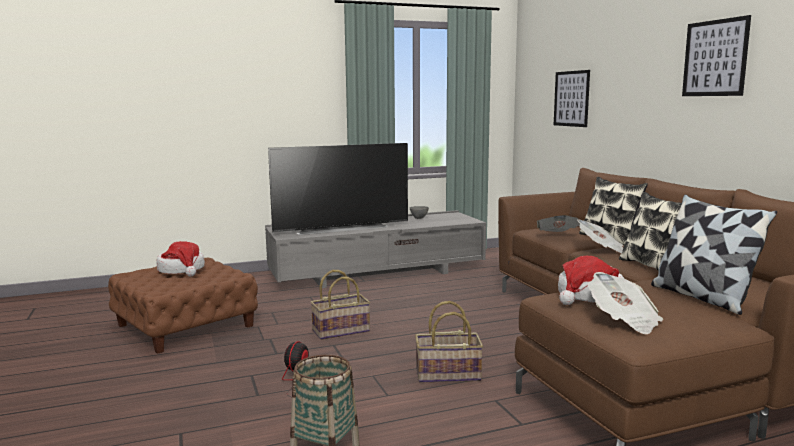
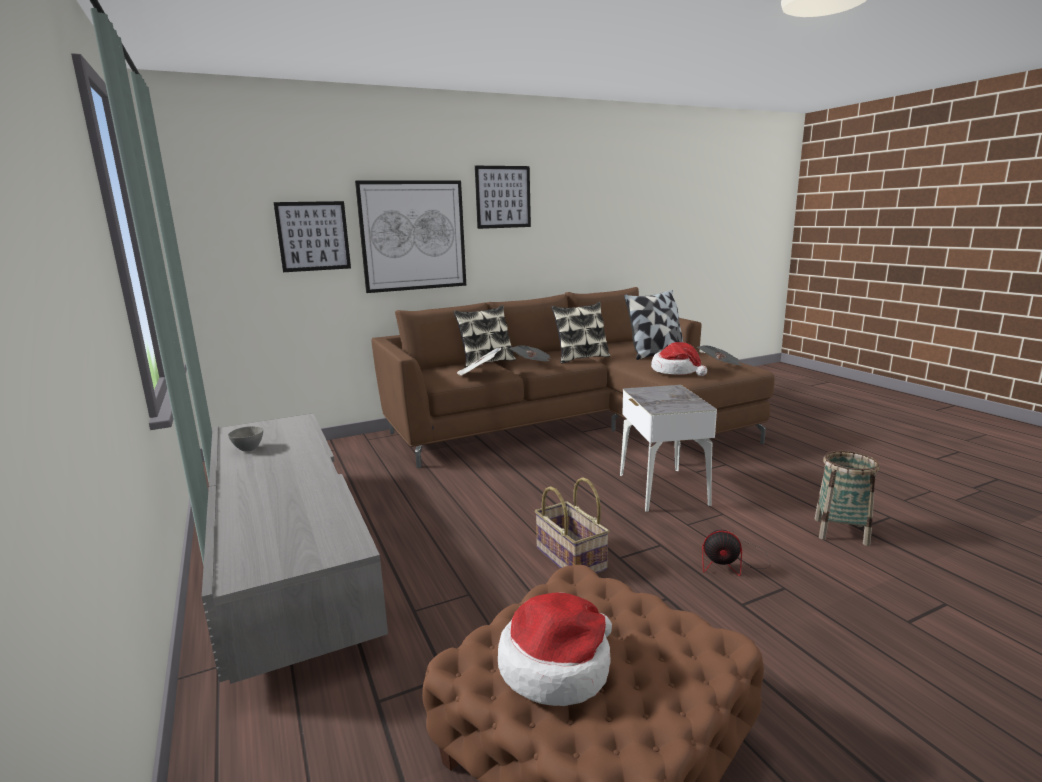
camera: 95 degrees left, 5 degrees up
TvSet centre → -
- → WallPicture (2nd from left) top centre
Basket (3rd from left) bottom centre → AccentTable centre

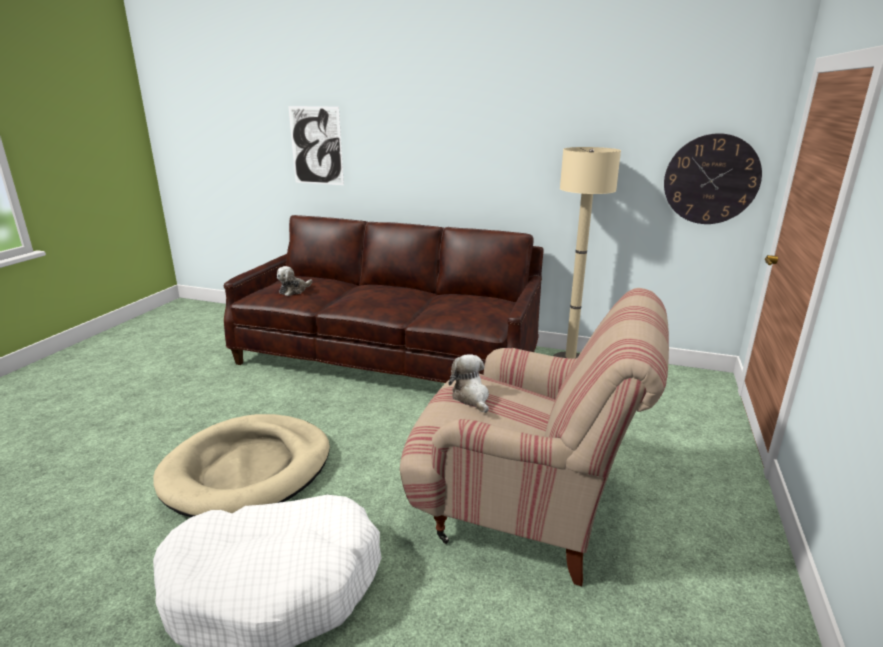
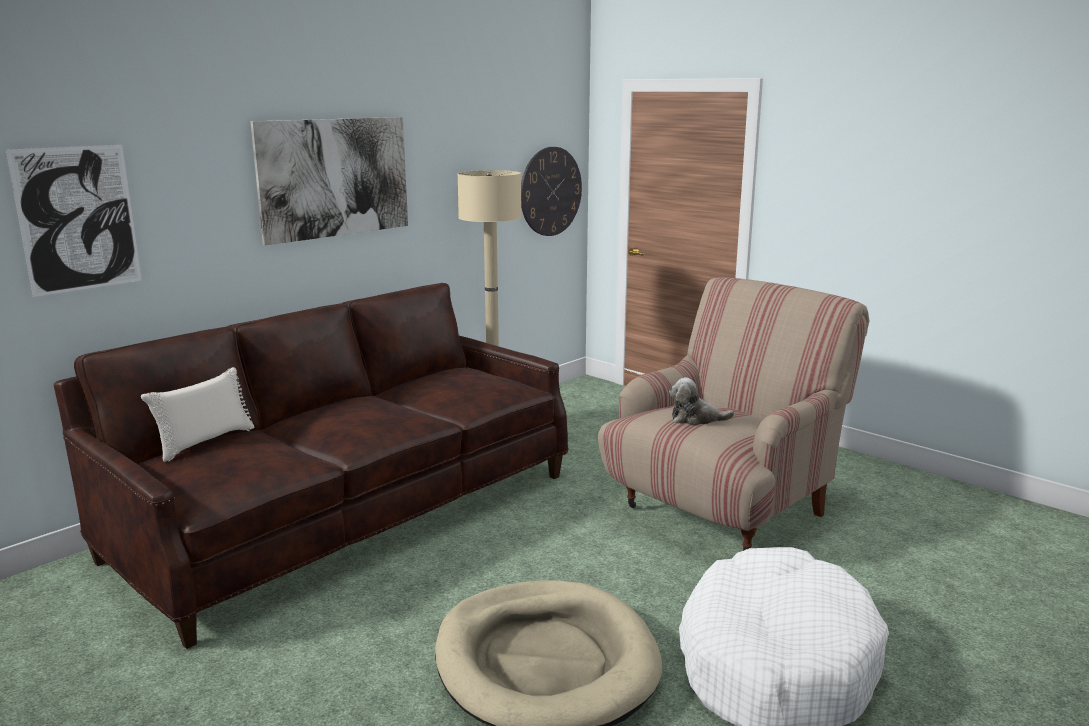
camera: 65 degrees left, 5 degrees down
CuddlyToy (1st from left) middle left → -
- → WhiteThrowPillow middle left
- → WallPicture (2nd from left) top left

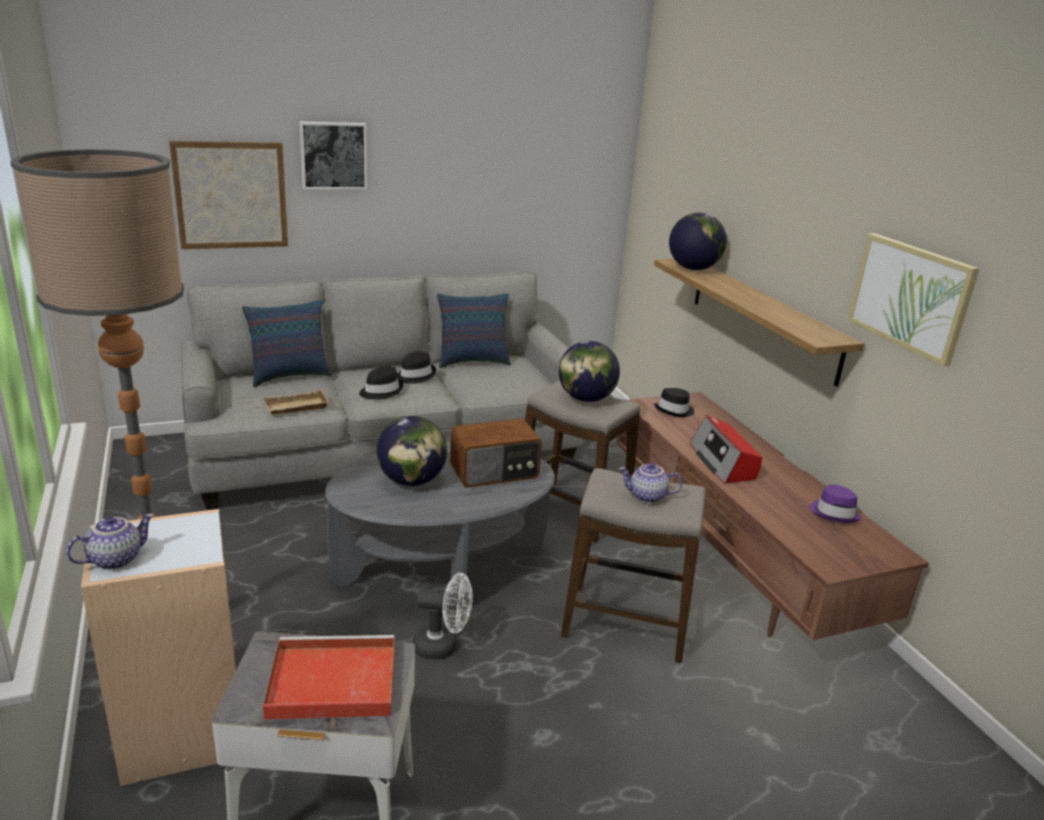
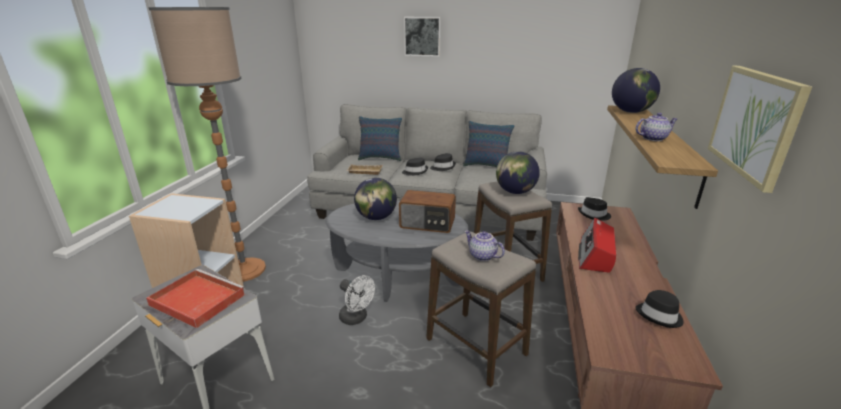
camera: 35 degrees right, 0 degrees up
WallPicture (1st from left) top left → -
Teapot (1st from left in the first image) middle left → Teapot (2nd from left) top right, moved
PurpleColouredHat middle right → BlackColouredHat (4th from left) bottom right

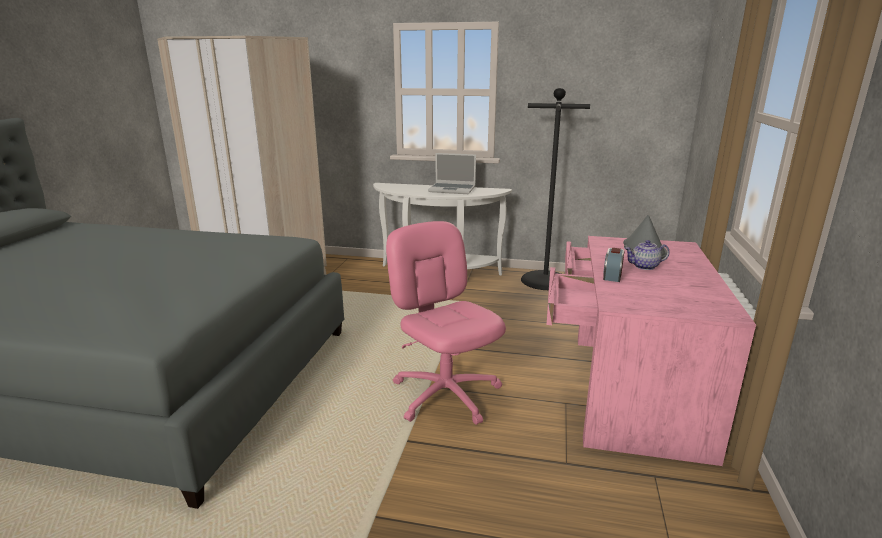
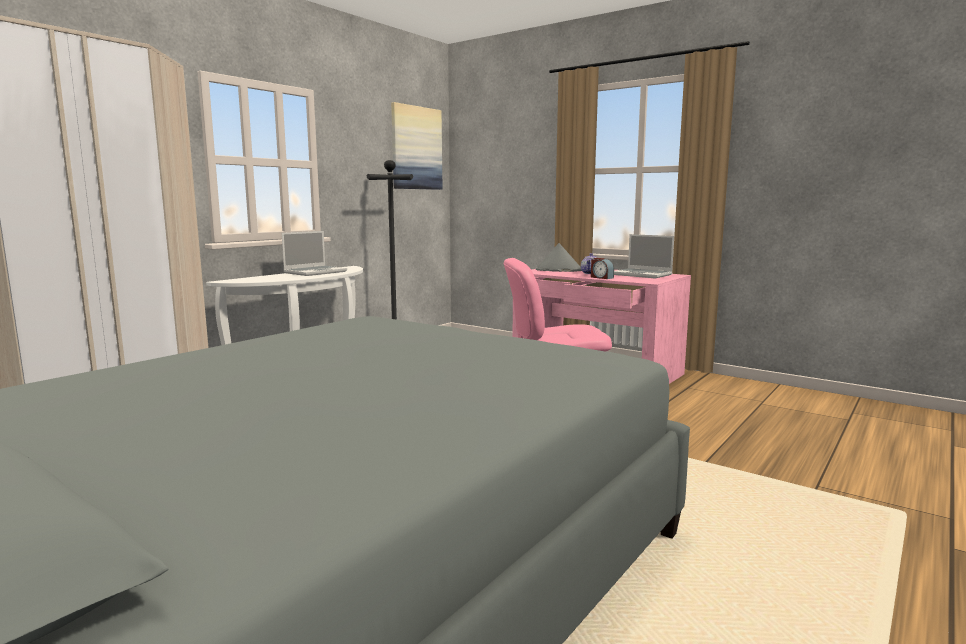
camera: 65 degrees left, 10 degrees down
- → WallPicture top centre
- → NotebookComputer (2nd from left) middle right

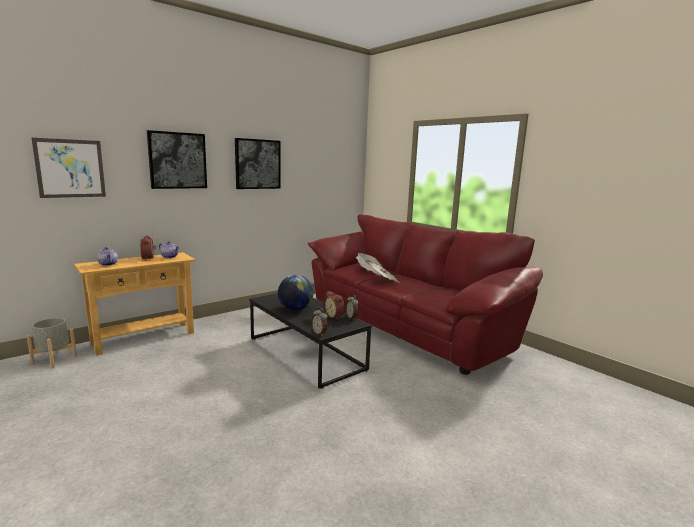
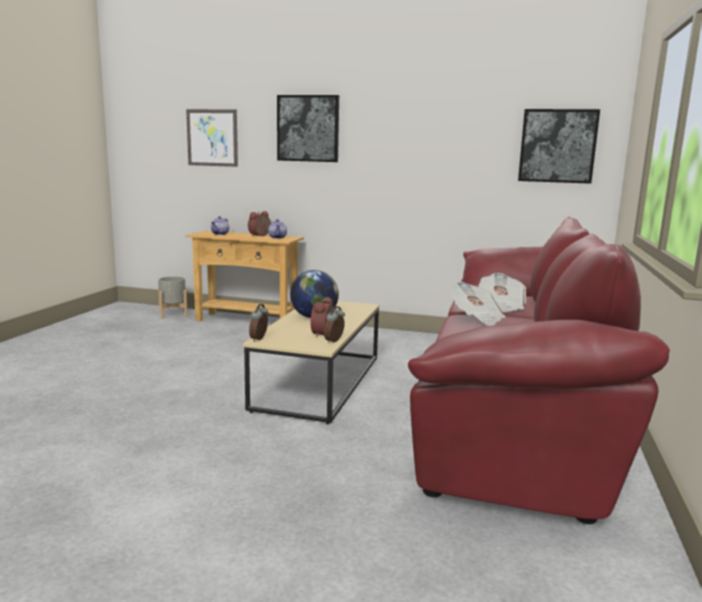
camera: 55 degrees right, 0 degrees up
WallPicture (3rd from left) top centre → WallPicture (3rd from left) top right, moved
BlackColouredLoungeTable centre → BeigeColouredLoungeTable centre

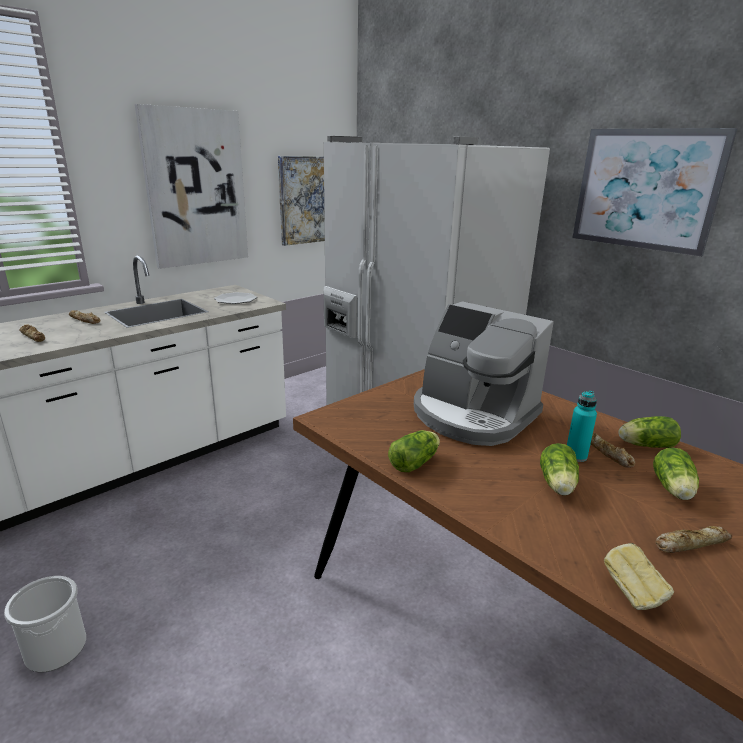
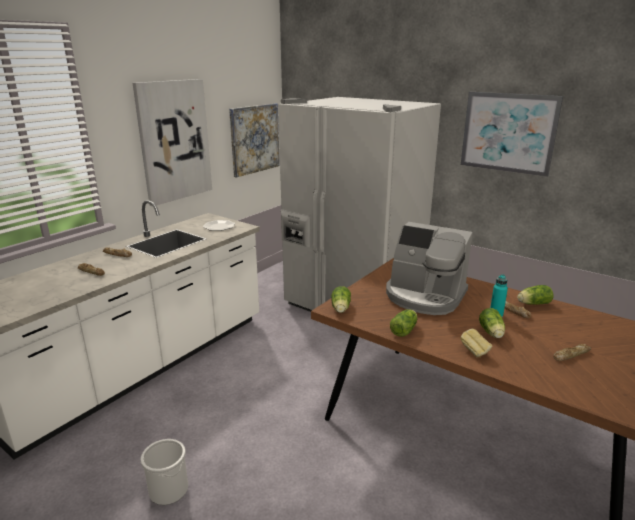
camera: 10 degrees left, 0 degrees up
BakedBread (4th from left in the first image) bottom right → BakedBread (3rd from left) middle right, moved
LettuceHead (4th from left in the first image) middle right → LettuceHead (1st from left) centre, moved

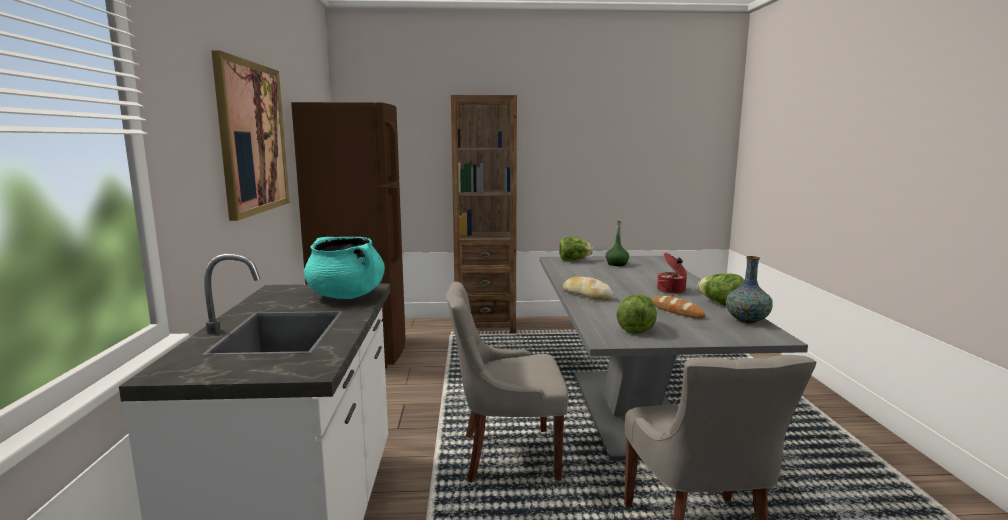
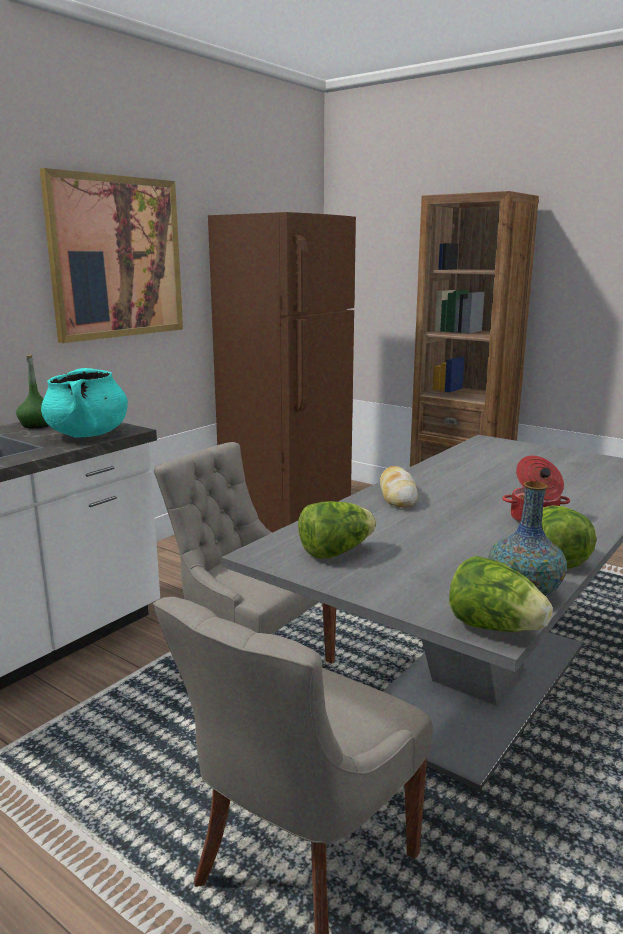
camera: 40 degrees right, 5 degrees up
BakedBread (2nd from left) middle right → -
LettuceHead (1st from left in the first image) centre → LettuceHead (2nd from left) middle right, moved
GreenBeverageBottle centre → GreenBeverageBottle middle left, moved

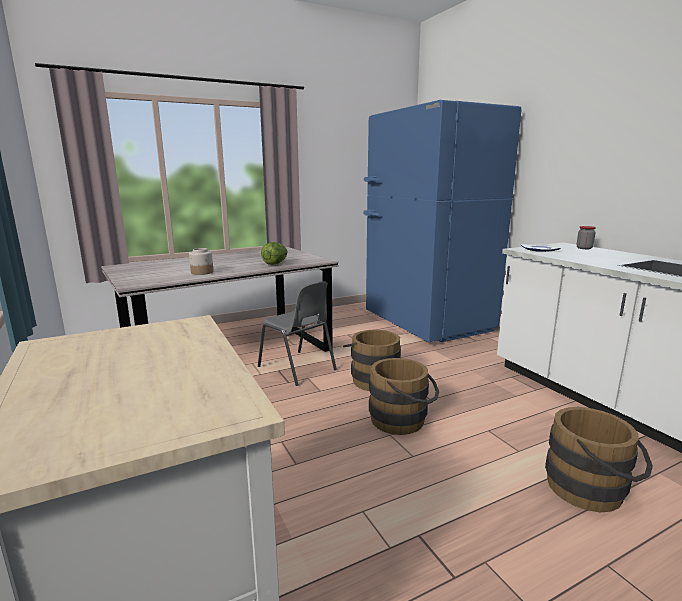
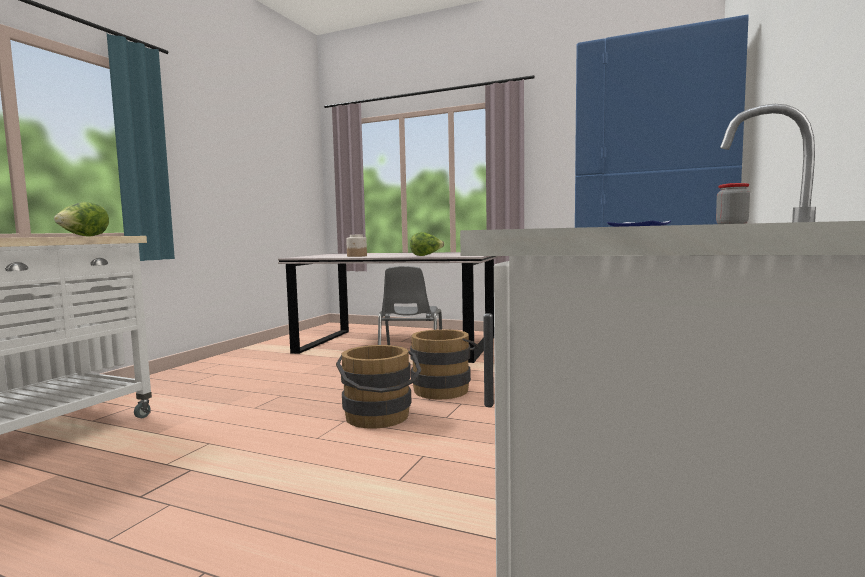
camera: 50 degrees right, 10 degrees down
BrownPail (3rd from left) bottom right → -
- → LettuceHead (1st from left) middle left

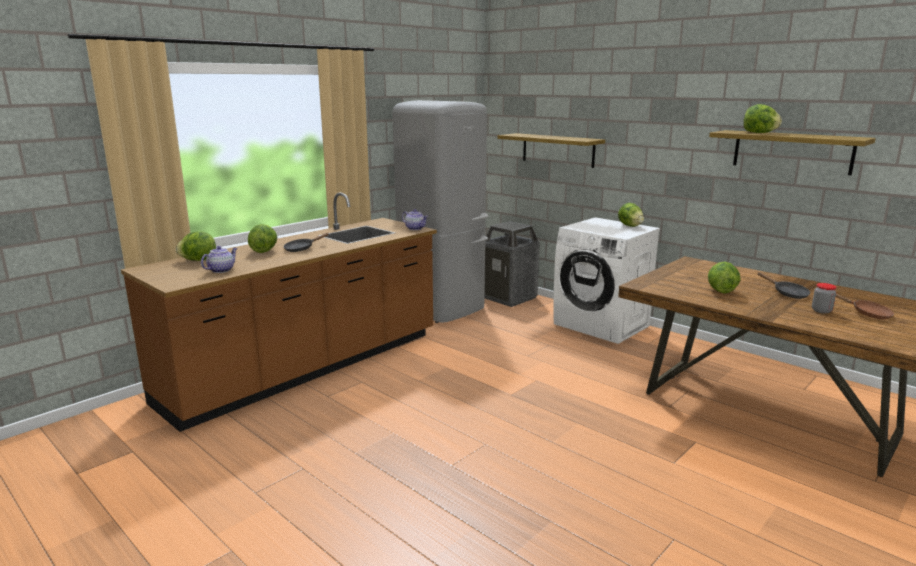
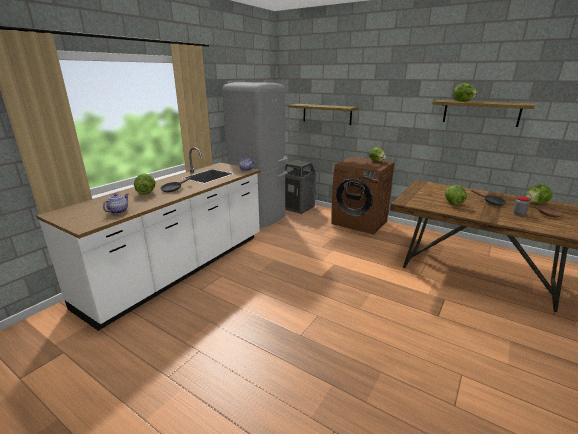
camera: 10 degrees left, 5 degrees up
LettuceHead (1st from left in the first image) middle left → LettuceHead (5th from left) middle right, moved
BrownKitchenCounter middle left → WhiteKitchenCounter middle left
WhiteLaundryAppliance centre → BrownLaundryAppliance centre

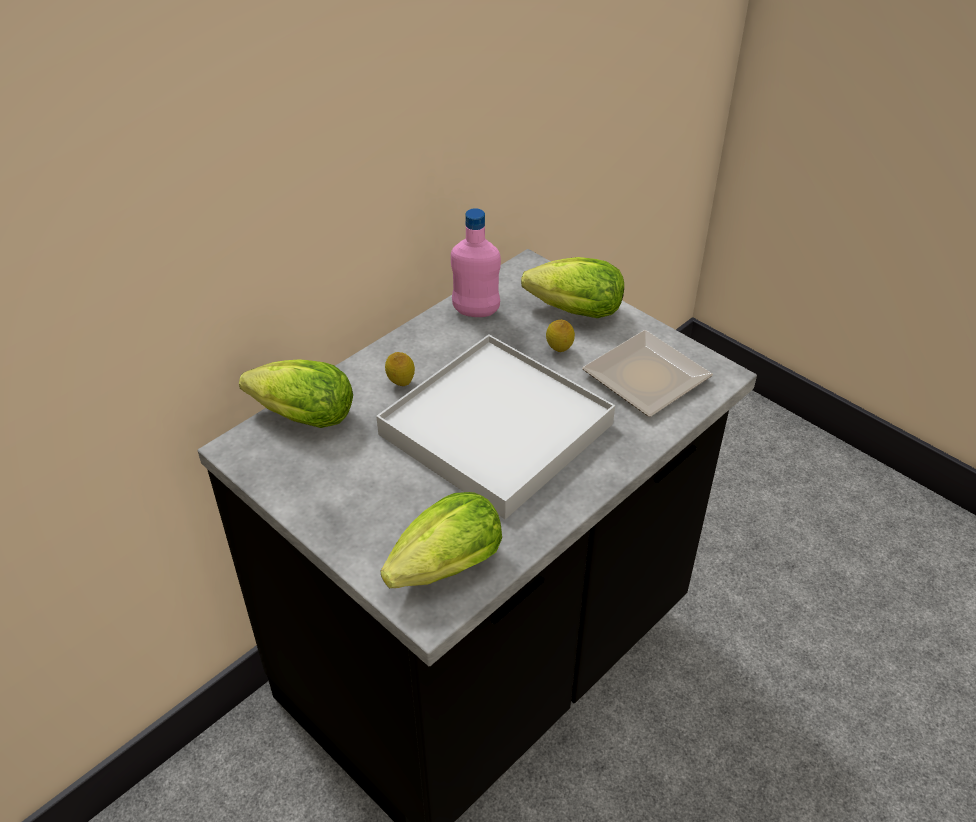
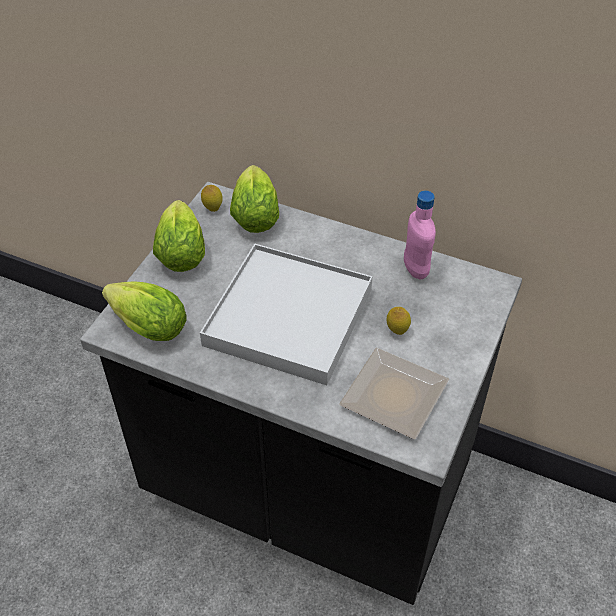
camera: 70 degrees right, 5 degrees up
Lemon (1st from left) centre → Lemon (1st from left) top centre, moved
LettuceHead (3rd from left in the first image) centre → LettuceHead (2nd from left) middle left, moved

